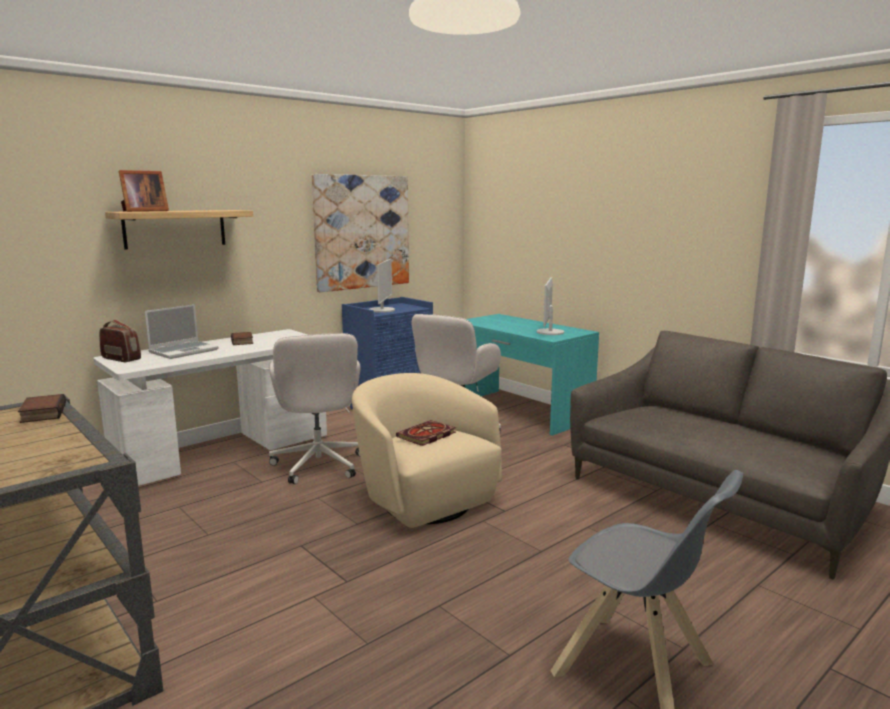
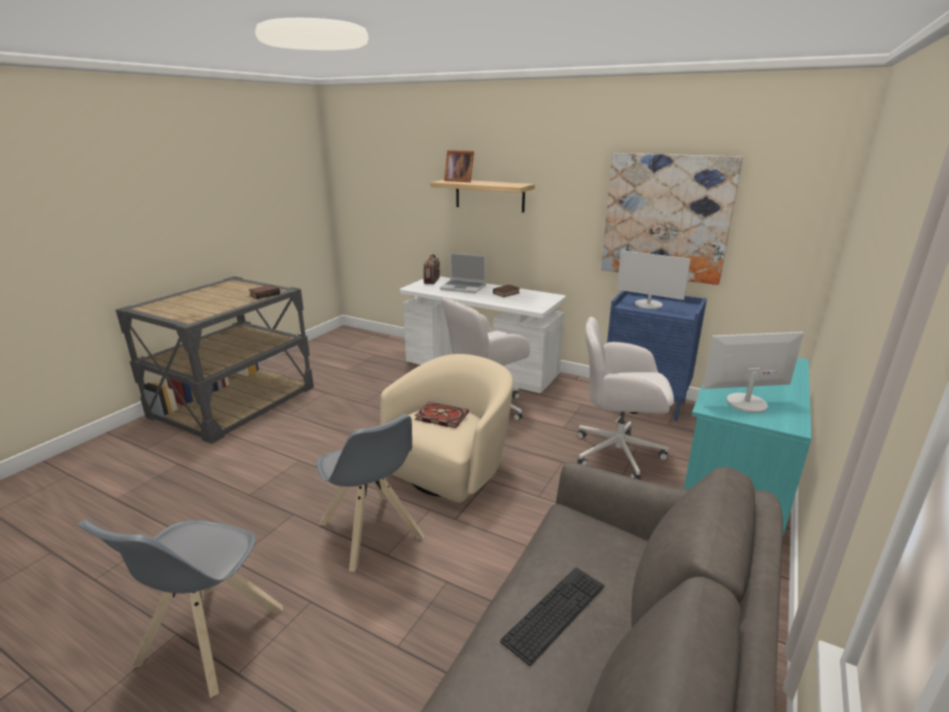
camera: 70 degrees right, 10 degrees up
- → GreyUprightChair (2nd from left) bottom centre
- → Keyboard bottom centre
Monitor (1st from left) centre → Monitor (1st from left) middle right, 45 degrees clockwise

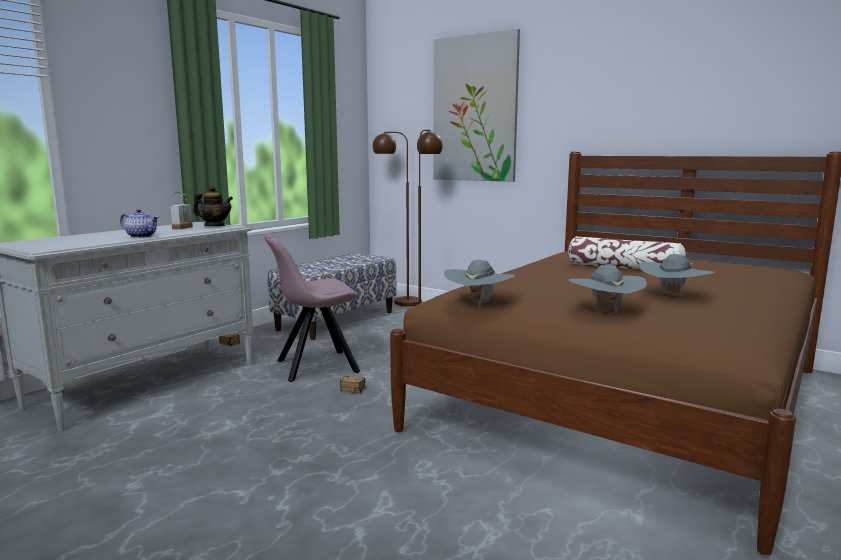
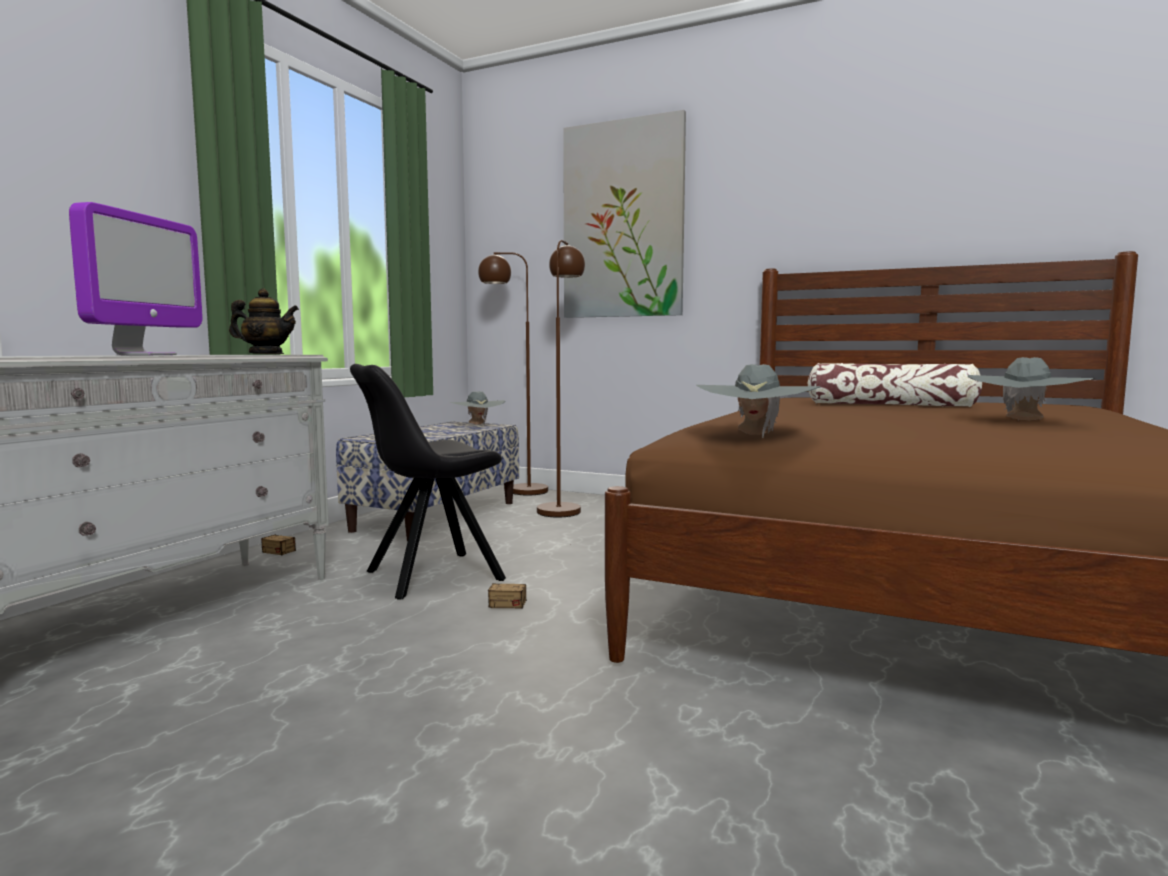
camera: 10 degrees left, 5 degrees down
PottedPlant middle left → -
GreyHat (2nd from left in the first image) middle right → GreyHat (1st from left) centre, moved
Teapot (1st from left) middle left → Monitor top left
PinkUprightChair centre → BlackColouredUprightChair centre

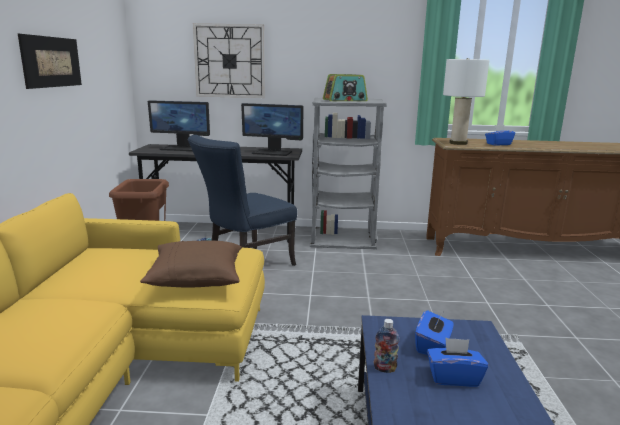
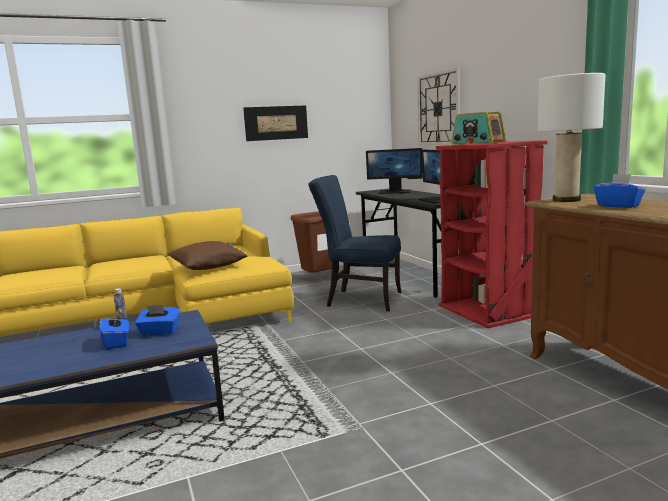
camera: 65 degrees right, 5 degrees down
GreyShelvingUnit centre → RedShelvingUnit middle right
Monitor (1st from left) top left → Monitor (1st from left) centre, 60 degrees counterclockwise

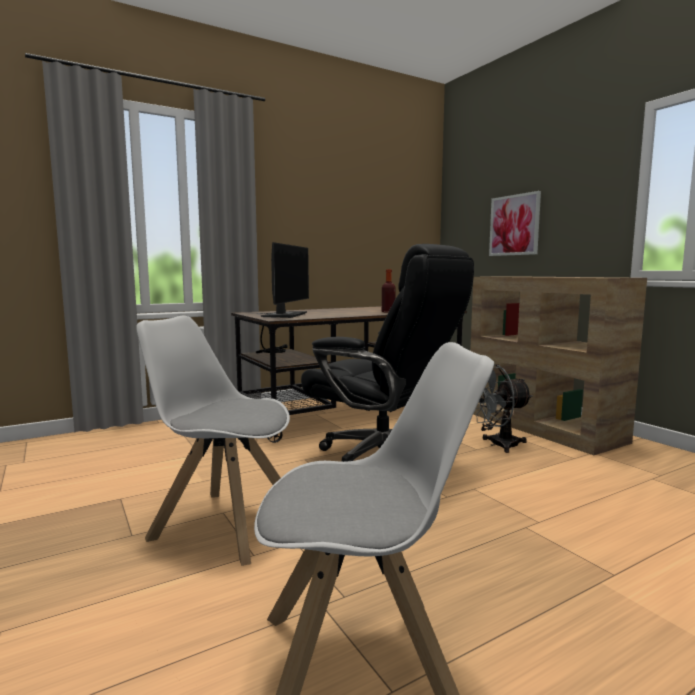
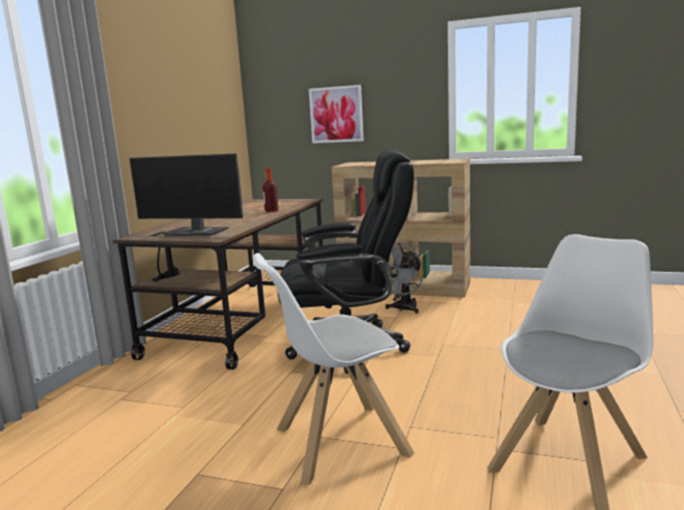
camera: 40 degrees left, 5 degrees up
Monitor centre → Monitor middle left, 135 degrees clockwise

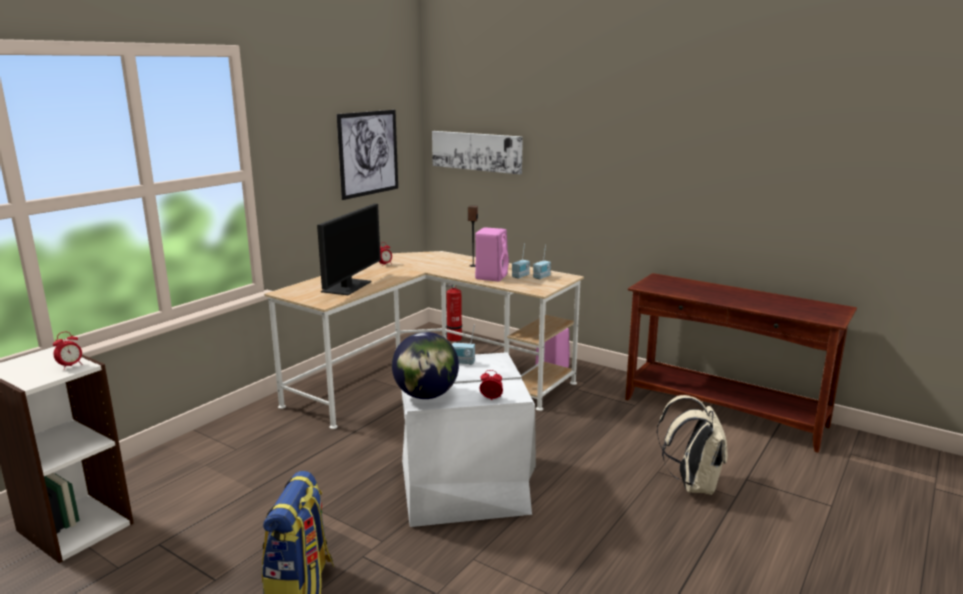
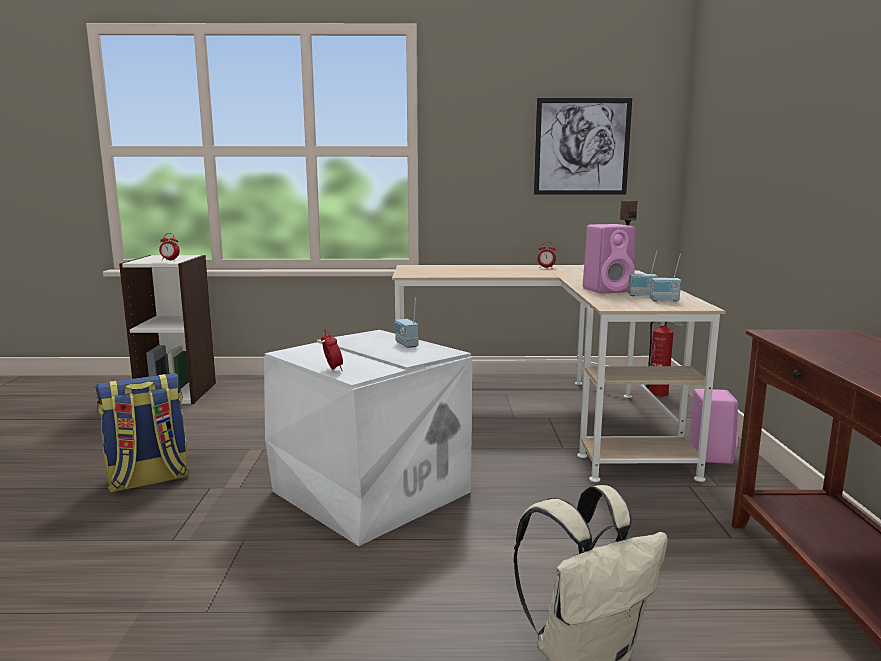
camera: 55 degrees right, 5 degrees down
Monitor centre → -
WorldGlobe centre → -
WallPicture (2nd from left) top centre → -

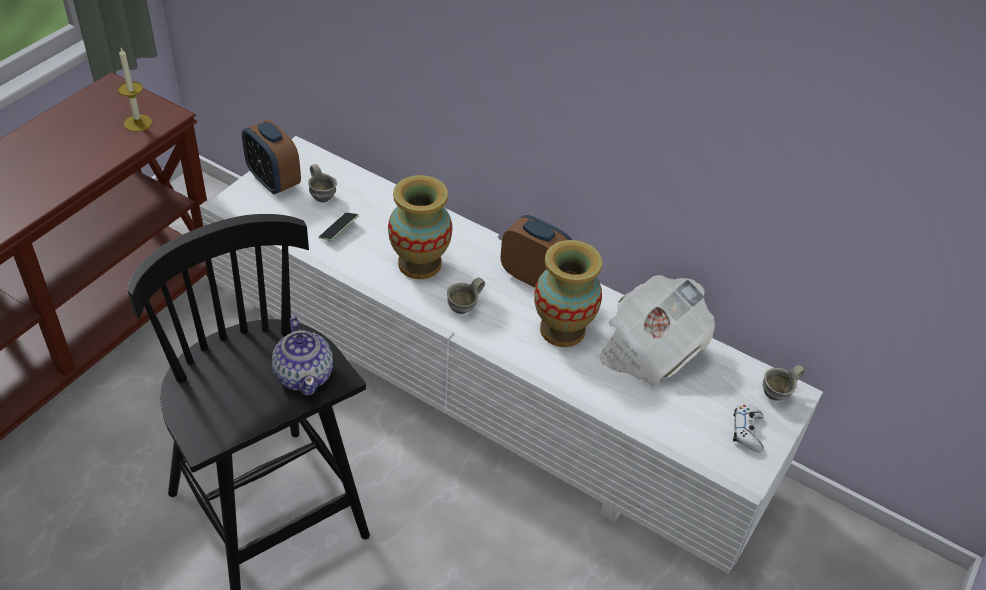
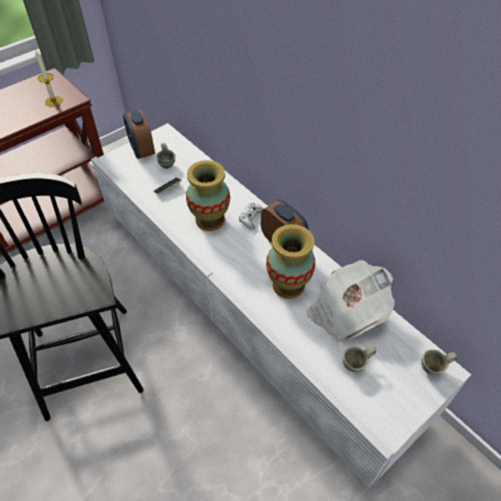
camera: 20 degrees right, 5 degrees up
Teapot middle left → -
GreyCoffeeMug (2nd from left) centre → GreyCoffeeMug (2nd from left) bottom right, moved
WhiteJoypad bottom right → WhiteJoypad centre, moved

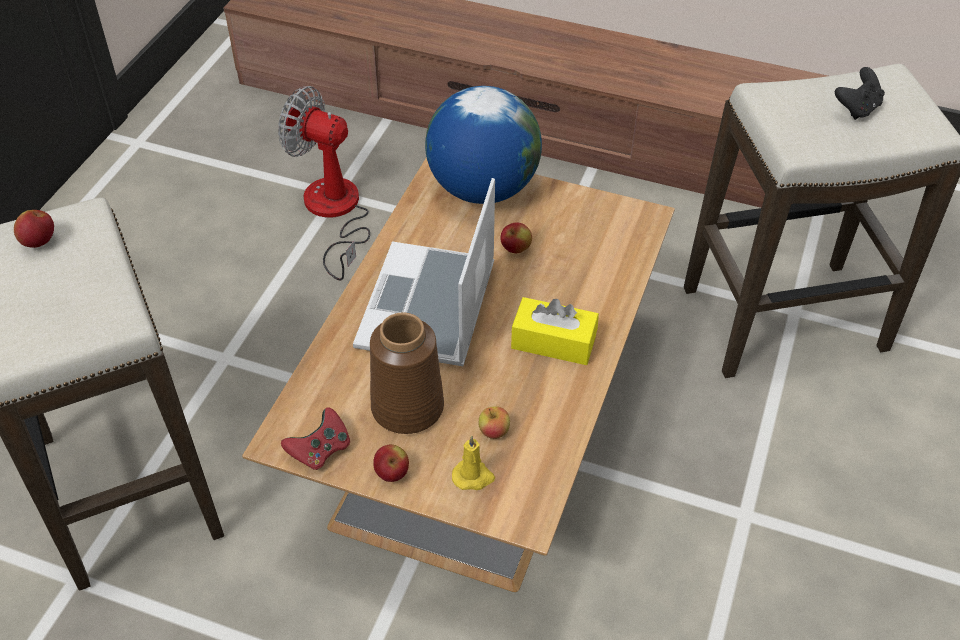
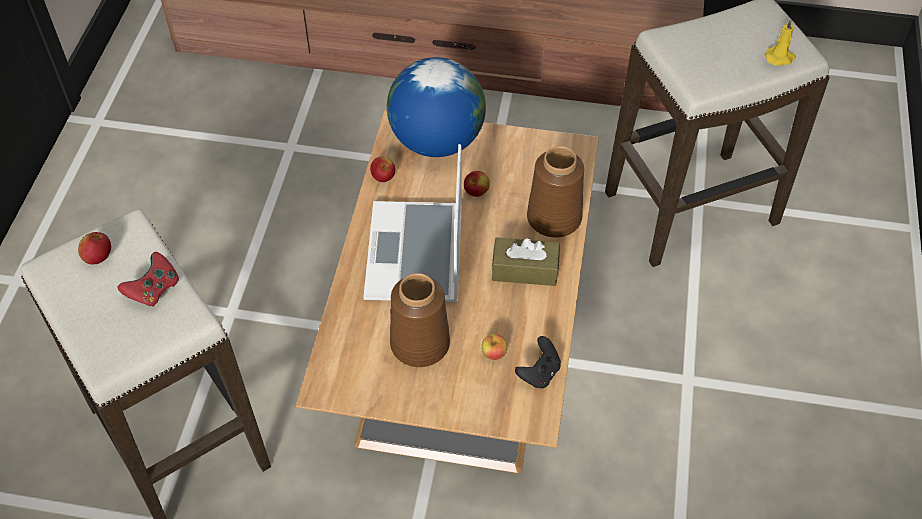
camera: 10 degrees left, 5 degrees up
ElectricFan top centre → -
- → BrownVase (2nd from left) centre
RedJoypad bottom left → RedJoypad middle left, moved
AppleFruit (2nd from left) bottom centre → AppleFruit (2nd from left) top centre, moved
YellowWaxCandle bottom centre → YellowWaxCandle top right, moved
BlackColouredJoypad top right → BlackColouredJoypad bottom centre, moved
YellowTissueBox centre → BrownTissueBox centre

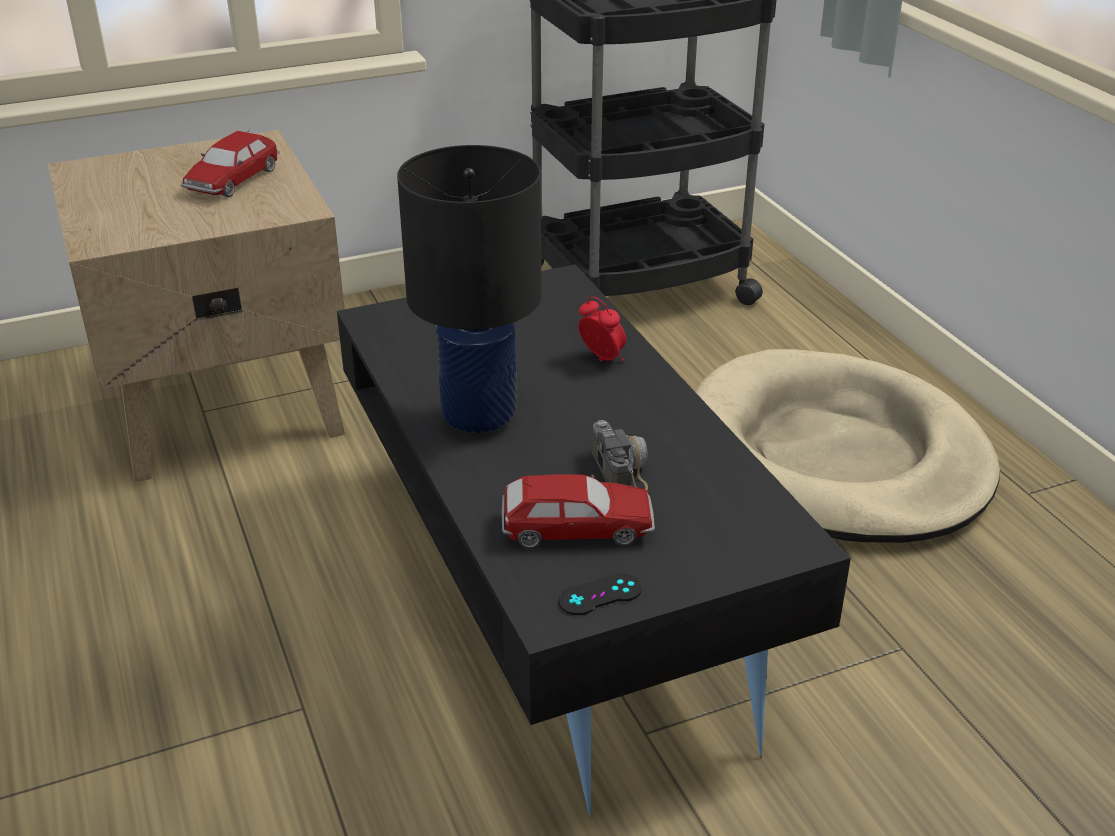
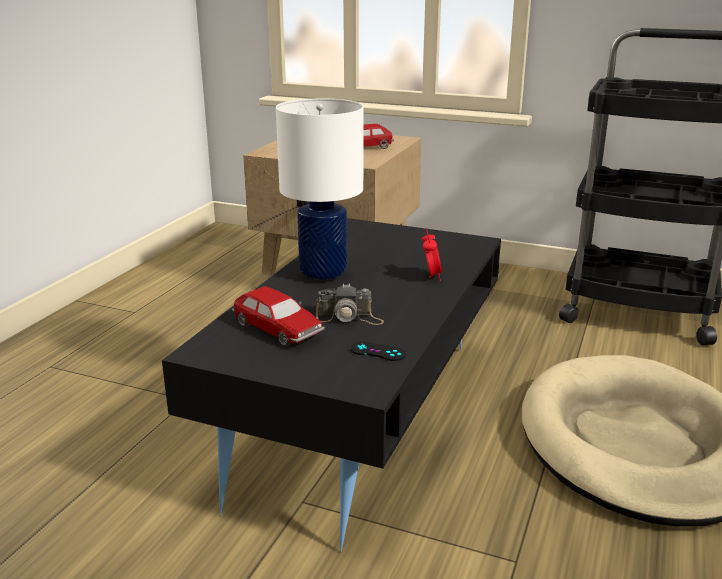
camera: 45 degrees right, 10 degrees down
BlackColouredJoypad bottom centre → BlackColouredJoypad centre, moved
BlackColouredTabletopLamp centre → WhiteTabletopLamp top centre
PhotoCamera centre, 60 degrees clockwise

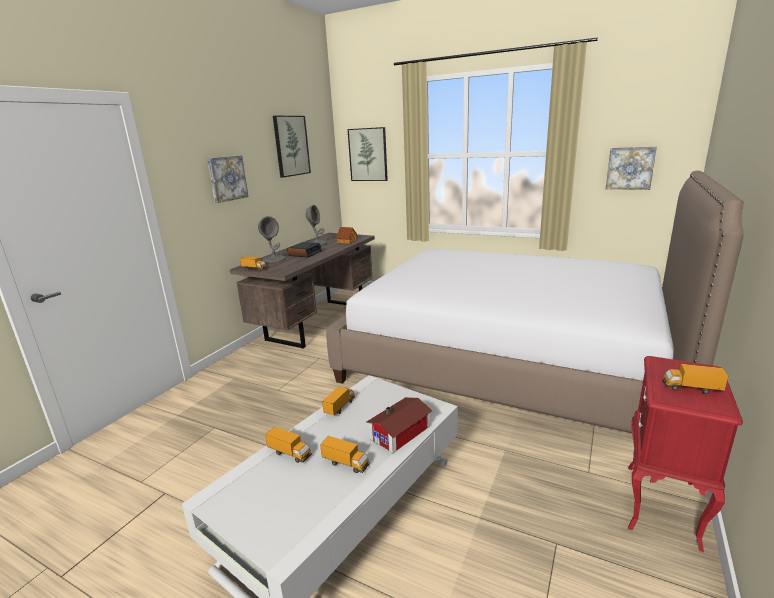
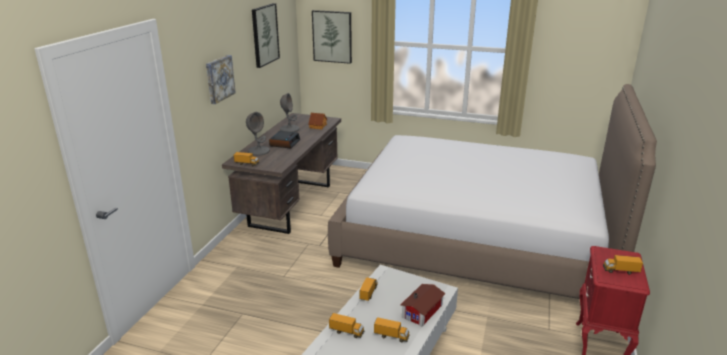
camera: 10 degrees left, 5 degrees up
WallPicture (4th from left) top right → -

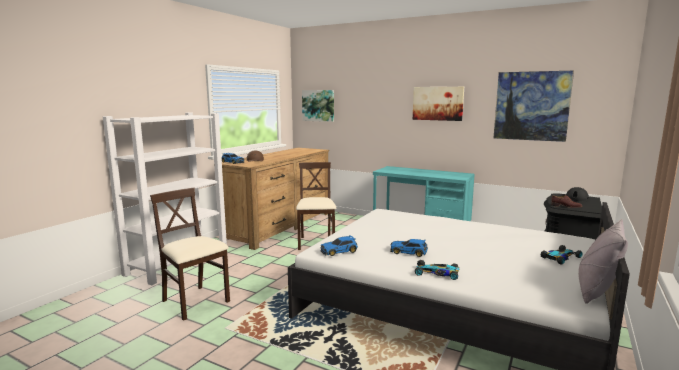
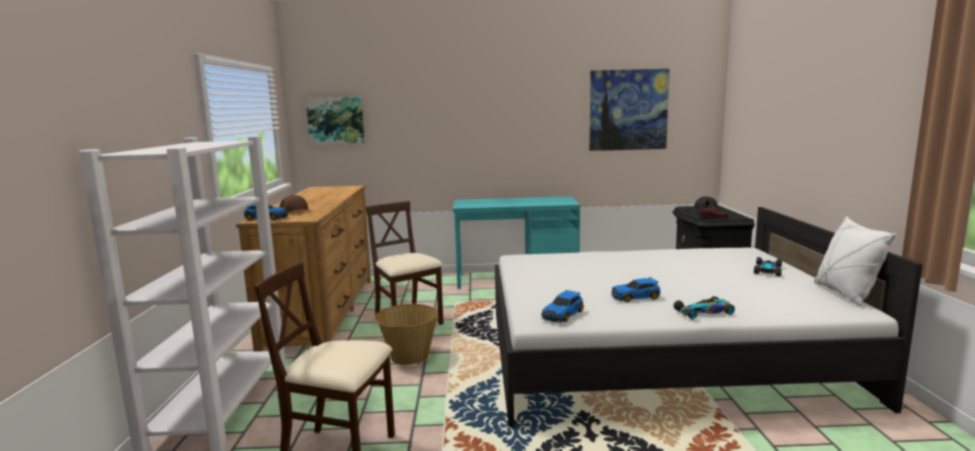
camera: 30 degrees left, 0 degrees up
WallPicture (2nd from left) top centre → -
- → Basket bottom centre
PurpleColouredThrowPillow bottom right → WhiteThrowPillow middle right

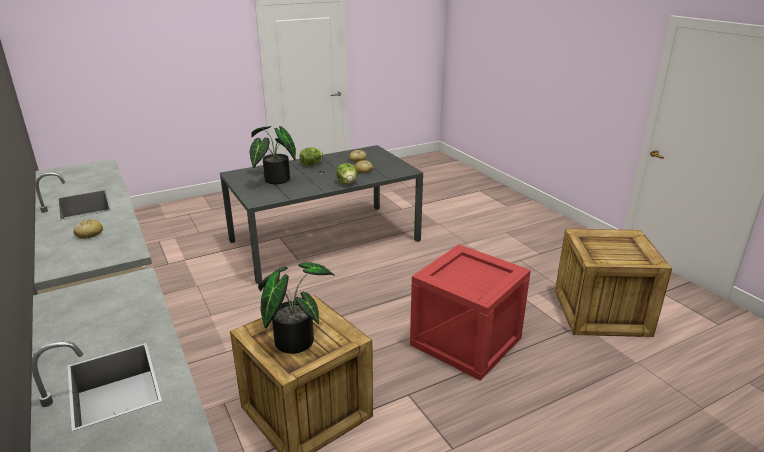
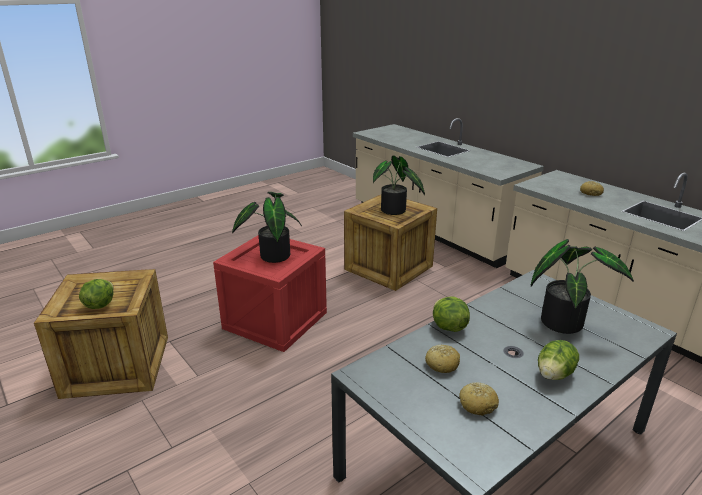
camera: 170 degrees right, 0 degrees up
- → LettuceHead (1st from left) middle left
- → PottedPlant (1st from left) centre

